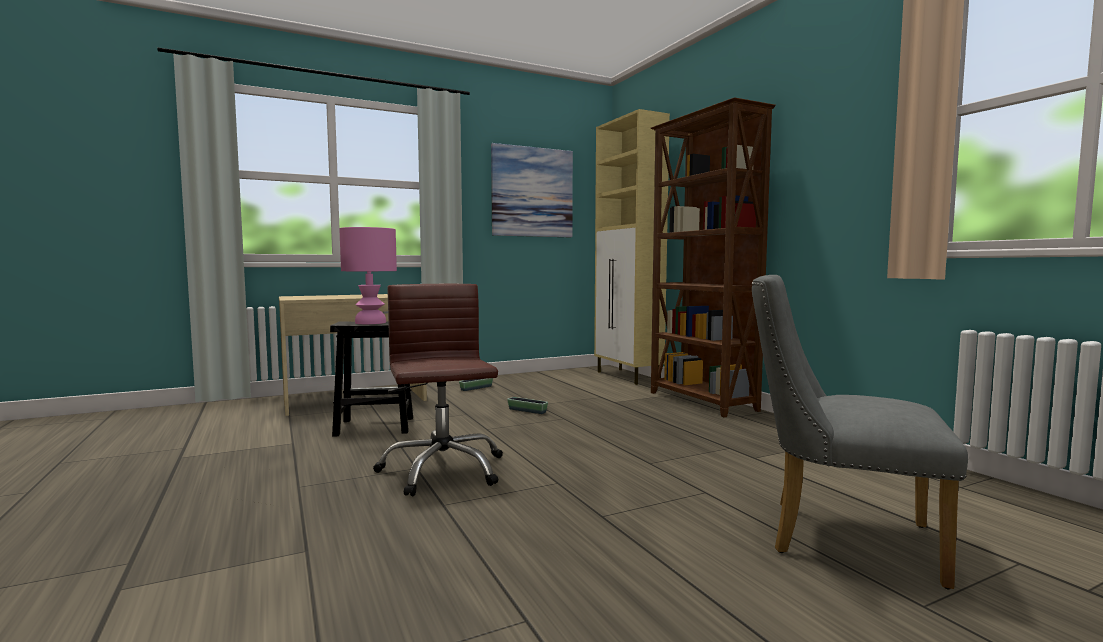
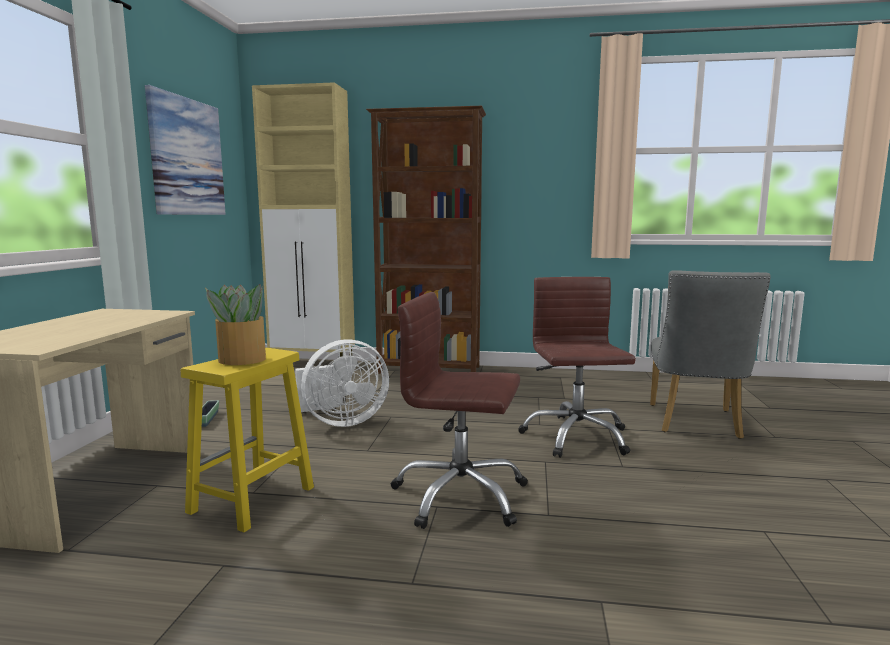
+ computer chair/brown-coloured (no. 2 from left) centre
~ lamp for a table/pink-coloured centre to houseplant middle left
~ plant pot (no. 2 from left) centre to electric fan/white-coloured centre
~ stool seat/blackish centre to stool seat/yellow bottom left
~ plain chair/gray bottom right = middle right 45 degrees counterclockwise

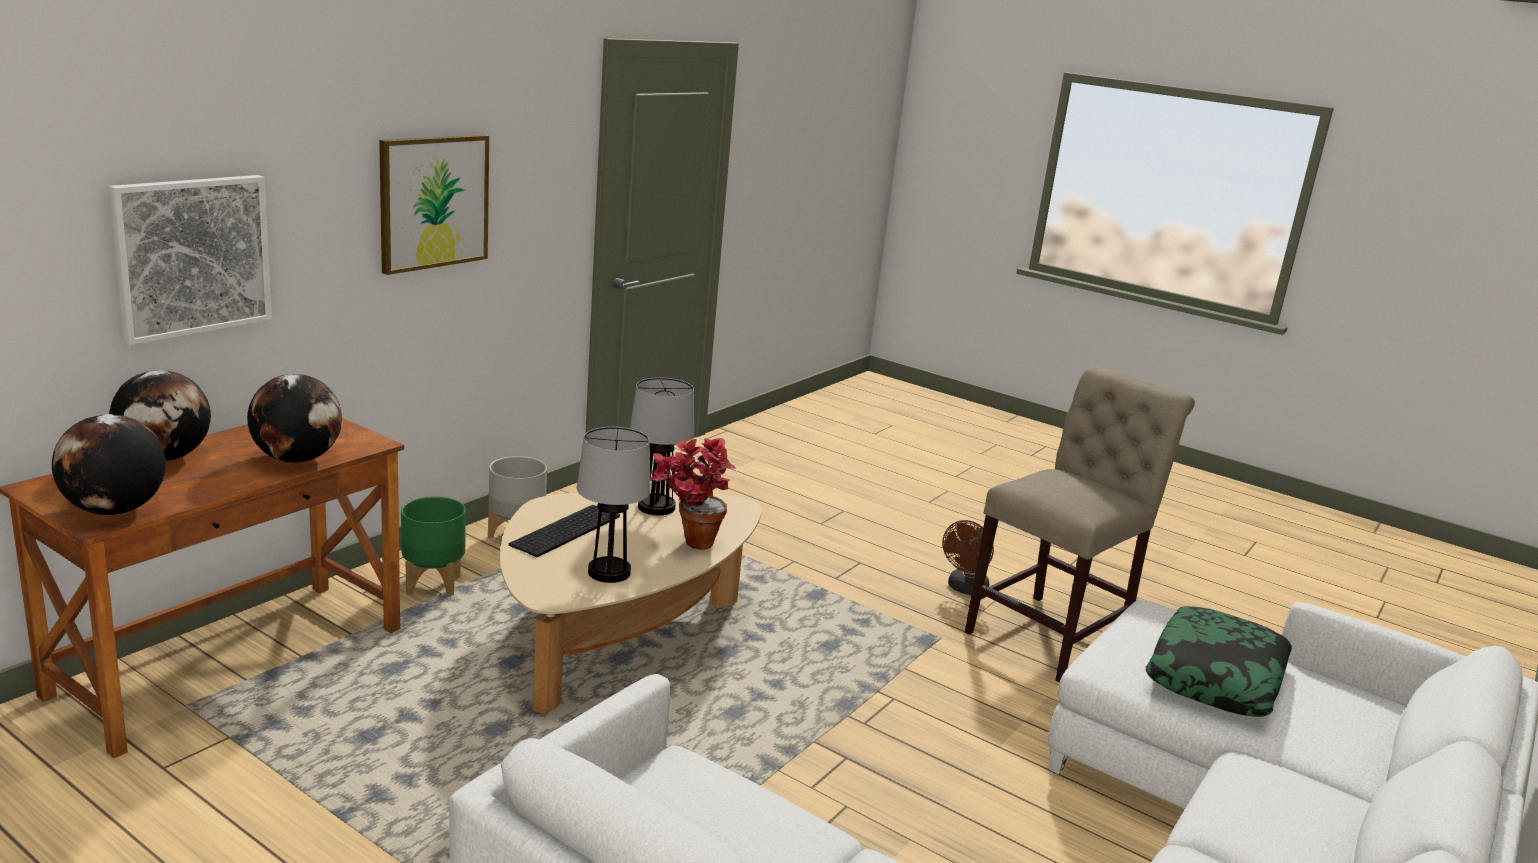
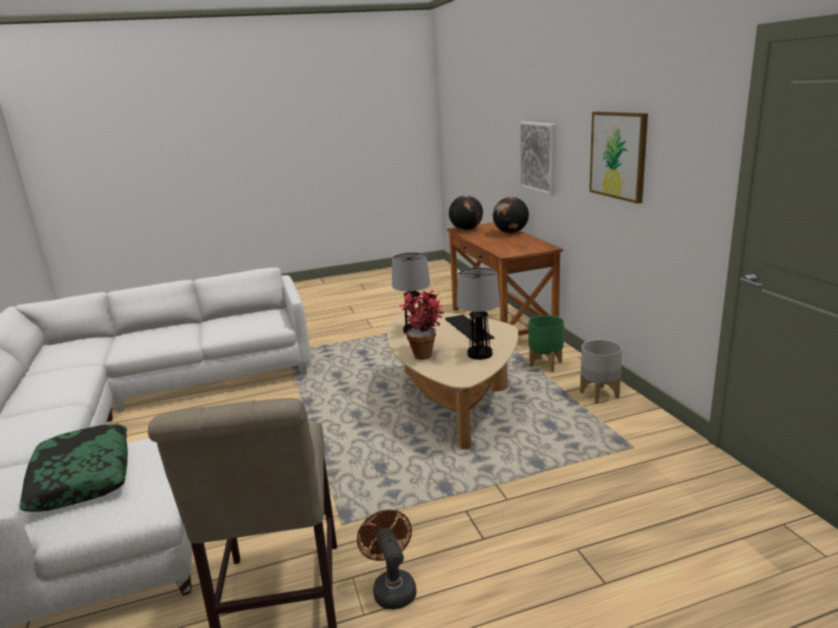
- globe (no. 3 from left) middle left

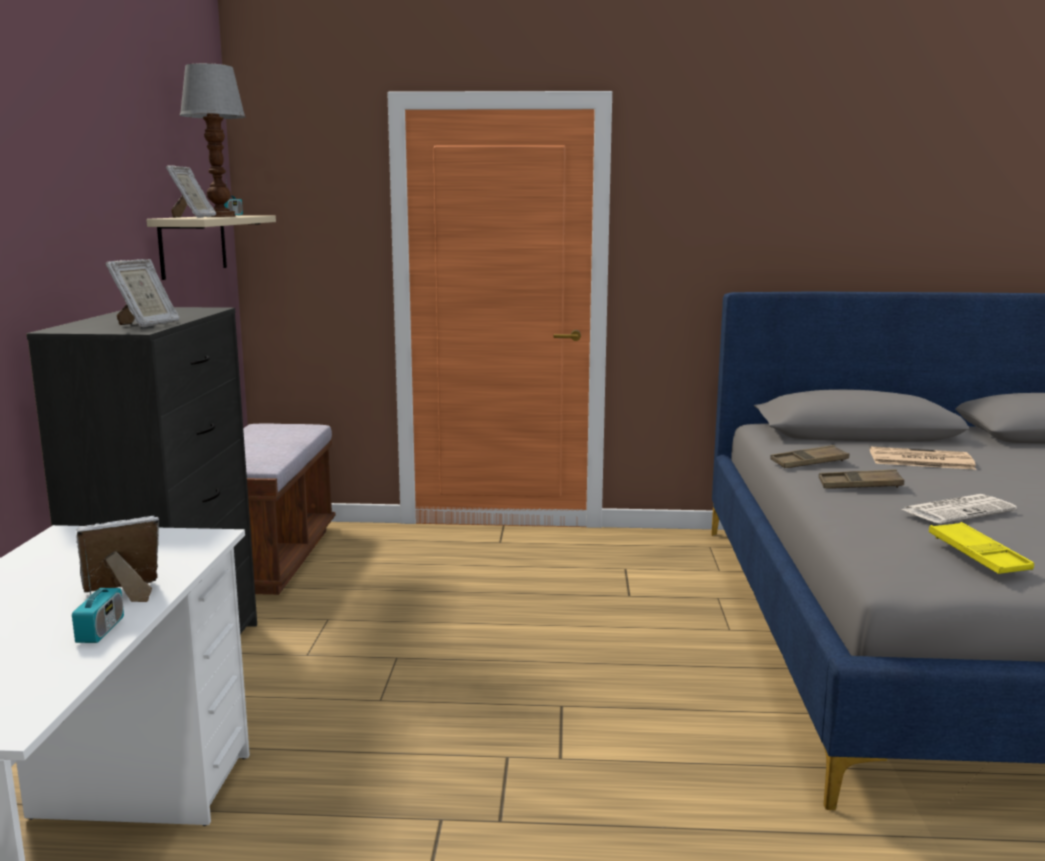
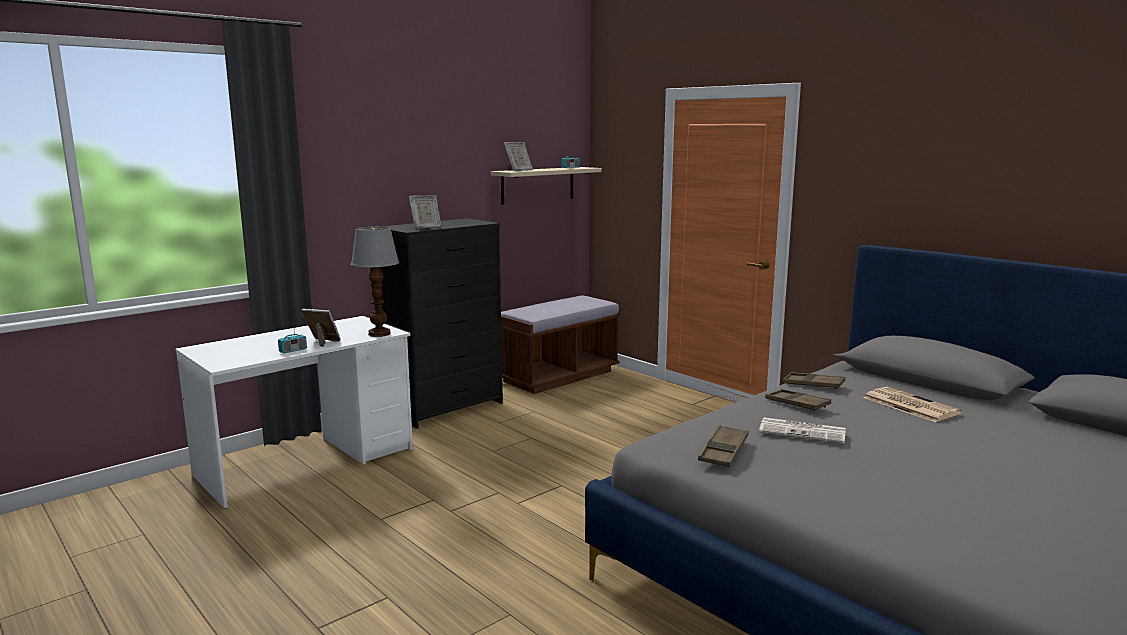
~ lamp for a table top left to middle left
~ carrying tray/yellow middle right to carrying tray/brown-coloured (no. 1 from left) bottom centre

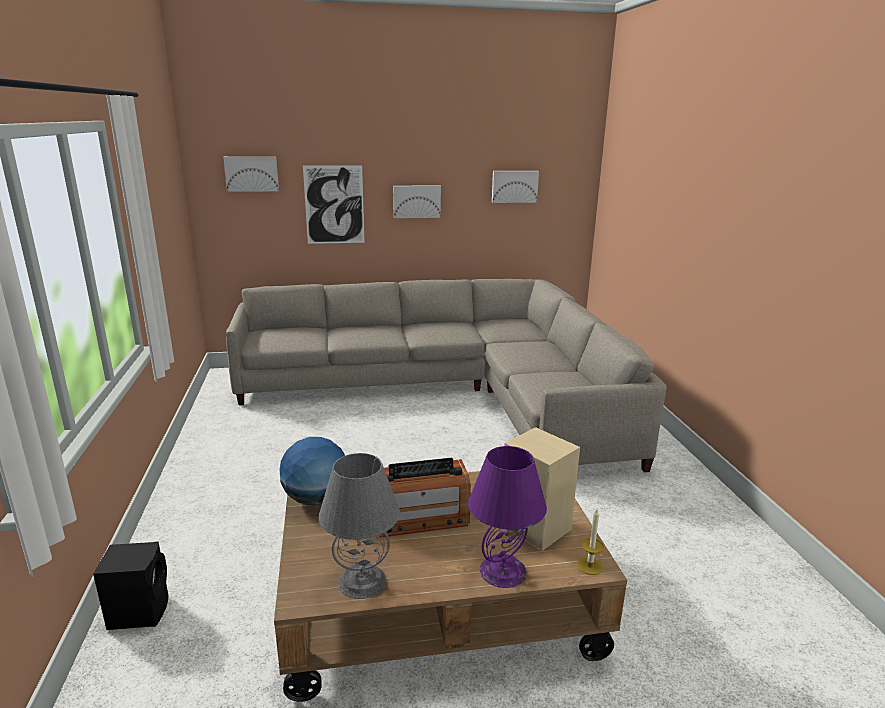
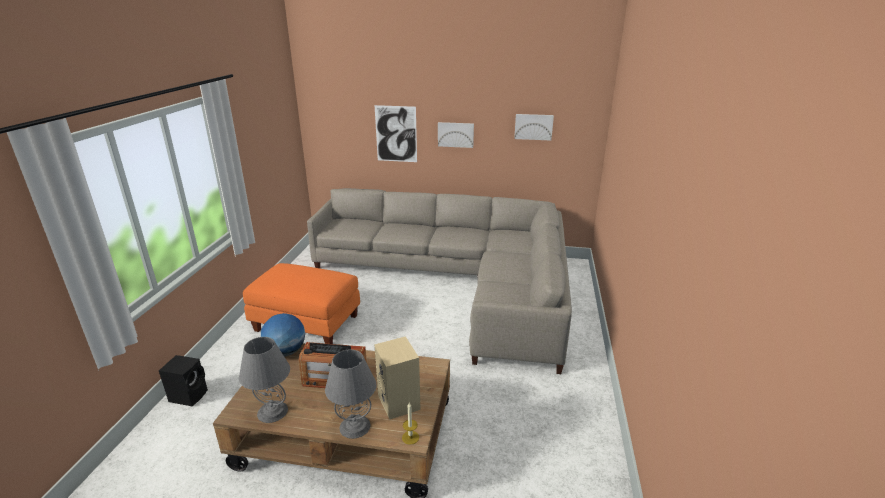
- wall picture (no. 1 from left) top left
+ ottoman/orangey centre
~ lamp for a table/purplish bottom centre to lamp for a table/gray (no. 2 from left) bottom centre

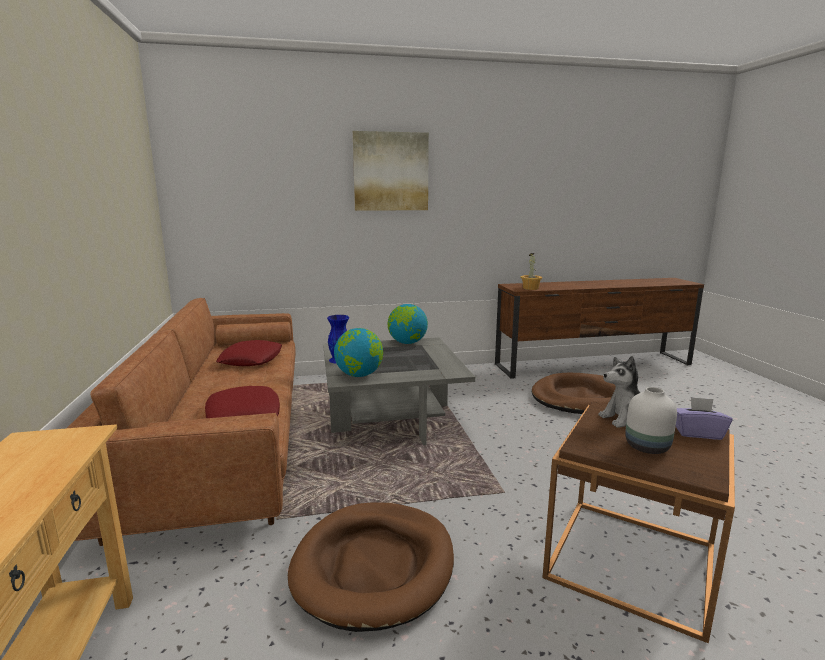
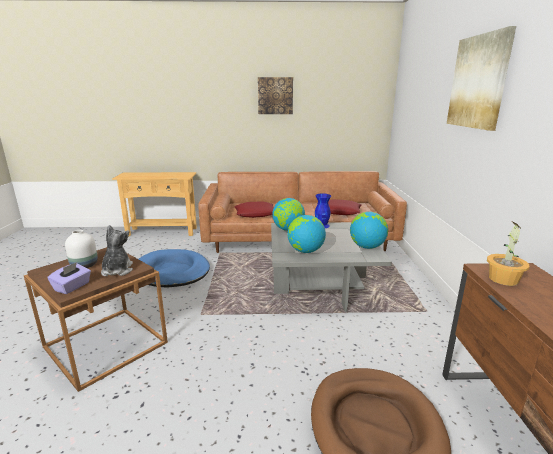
+ wall picture (no. 1 from left) top centre
+ globe (no. 2 from left) centre
~ pet bed/brown-coloured (no. 1 from left) bottom centre to pet bed/bluish middle left

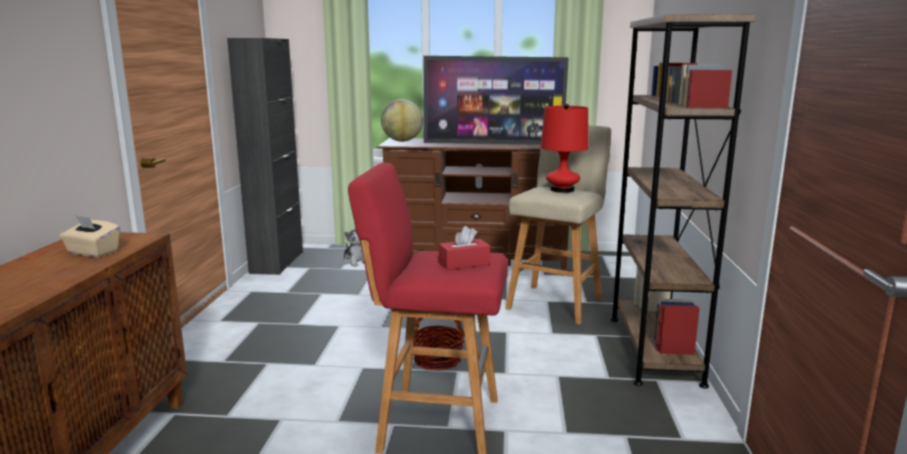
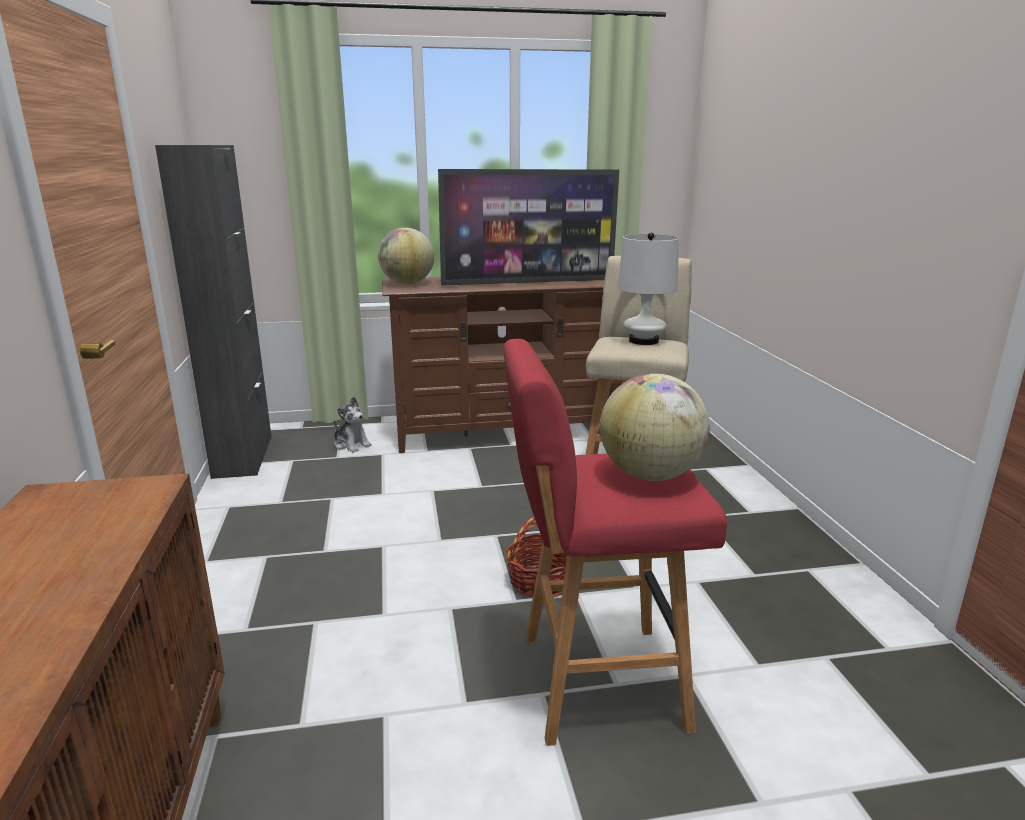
- box of tissues/sand-coloured middle left
- bookshelf/brown-coloured middle right
~ box of tissues/red centre to globe (no. 2 from left) centre
~ lamp for a table/red top centre to lamp for a table/white-coloured centre

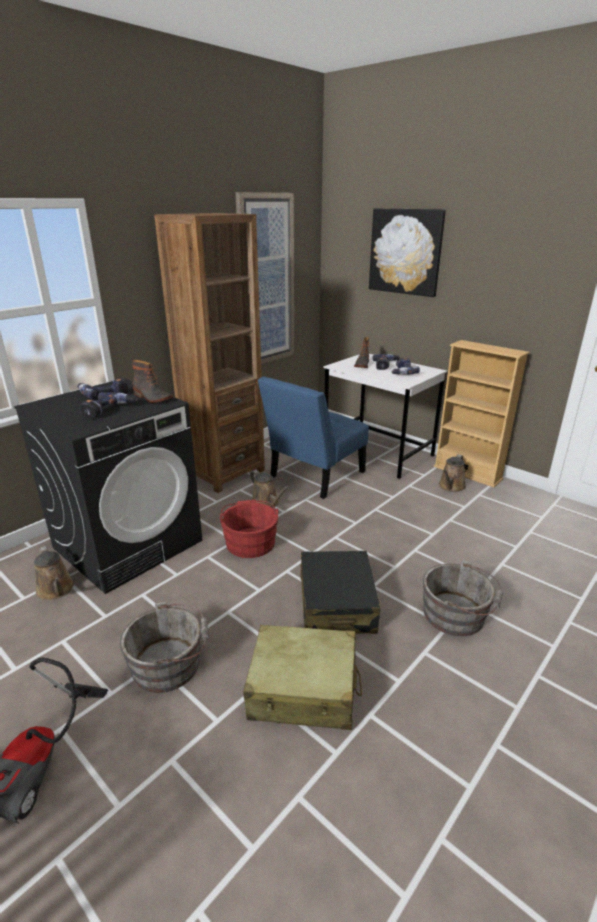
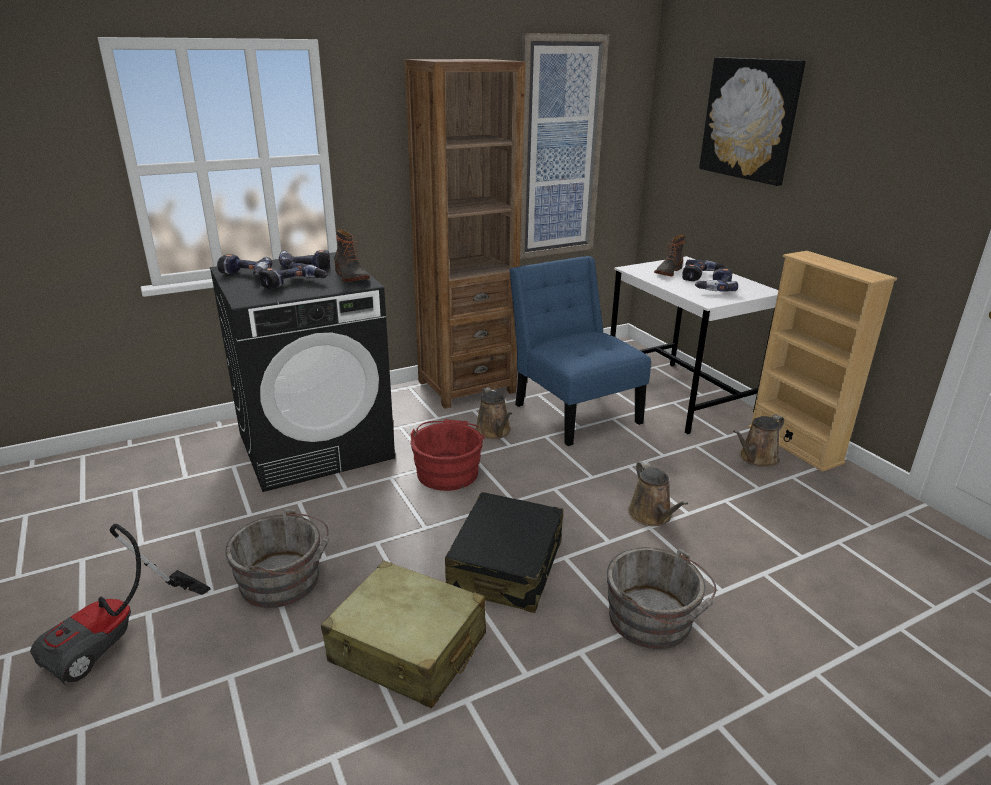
+ electric drill (no. 1 from left) middle left
~ sprinkling can/brown-coloured (no. 1 from left in the first image) middle left to sprinkling can/brown-coloured (no. 2 from left) centre
~ plain chair/bluish centre = centre 90 degrees clockwise

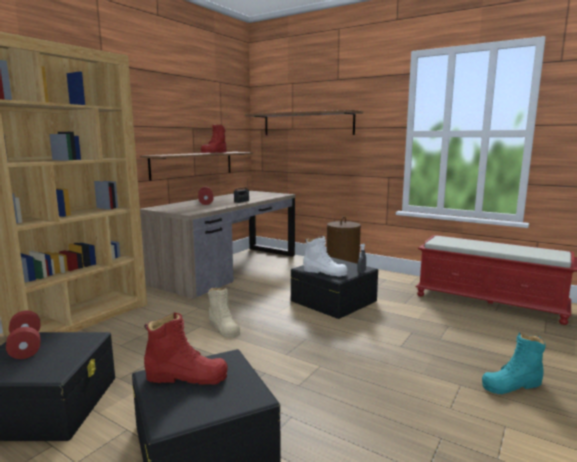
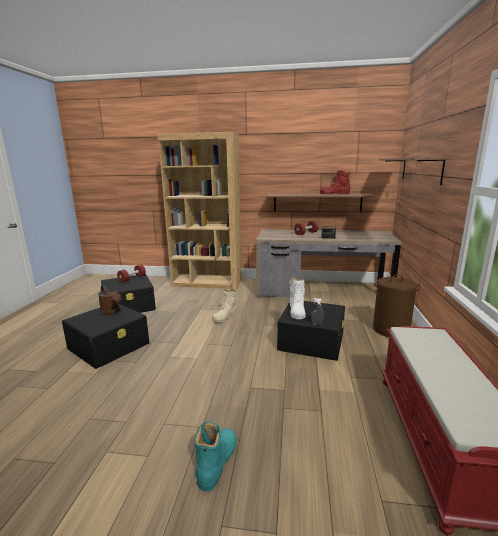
~ high-top boot/red (no. 1 from left) bottom left to sprinkling can/brown-coloured middle left
~ high-top boot/blue-green bottom right = bottom centre 60 degrees clockwise

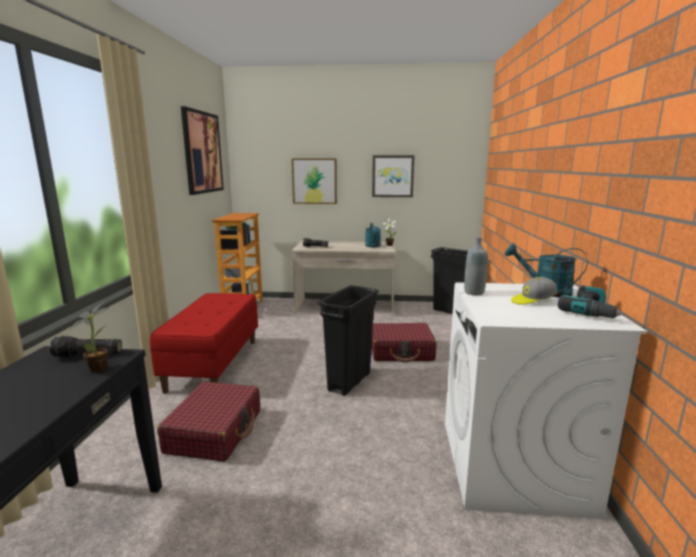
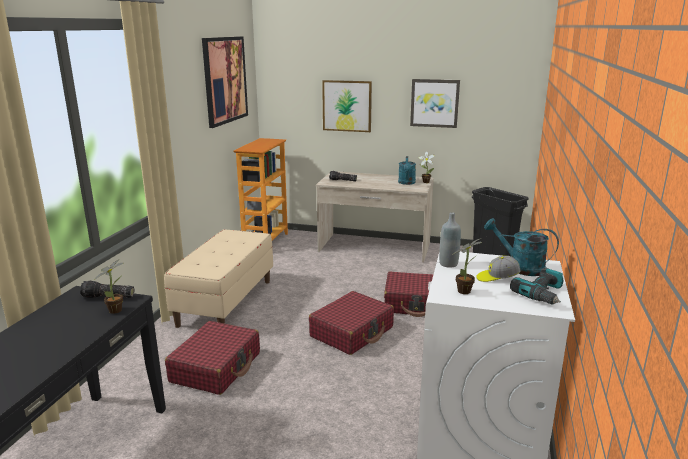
+ houseplant (no. 3 from left) middle right
~ waste bin/blackish (no. 1 from left) centre to suitcase/red (no. 2 from left) bottom centre
~ bench/red middle left to bench/sand-coloured middle left

